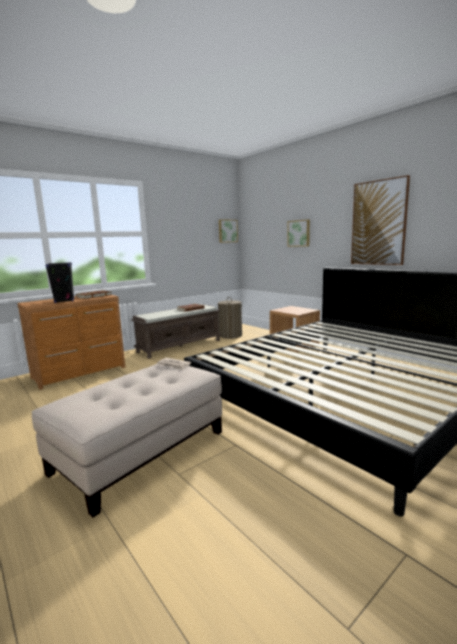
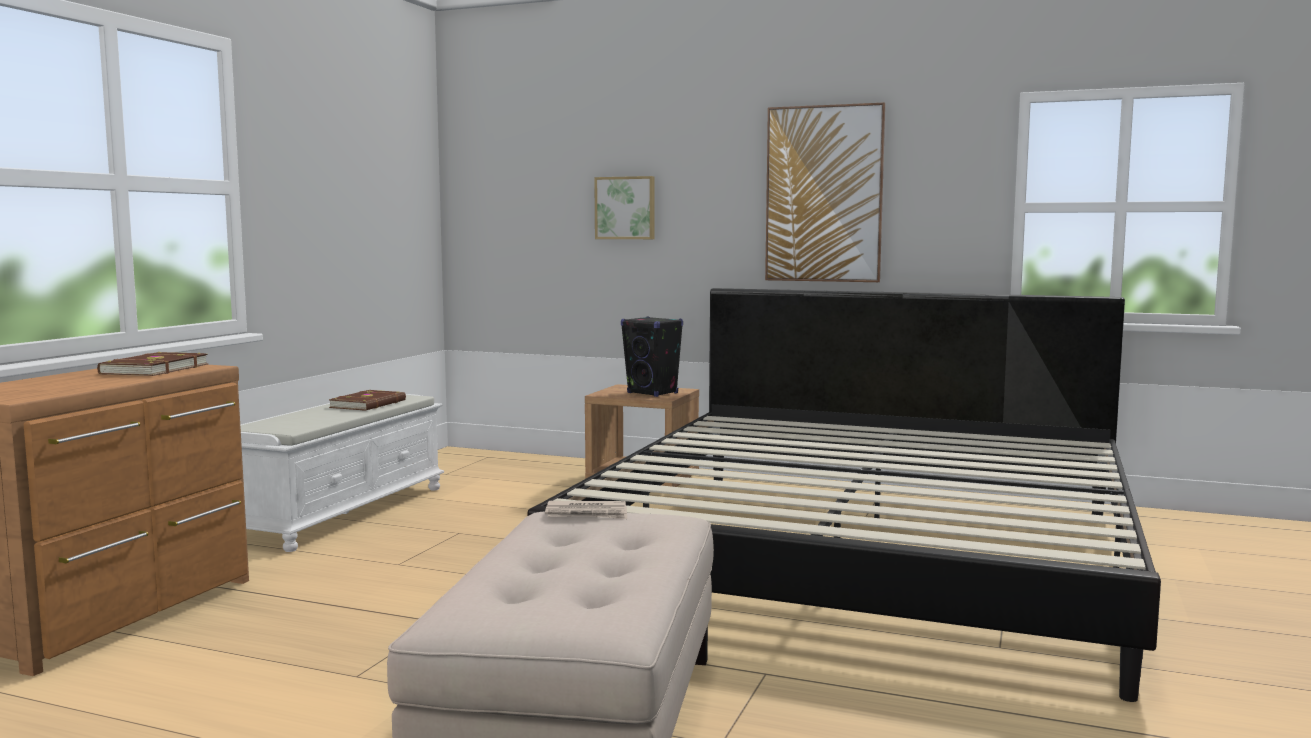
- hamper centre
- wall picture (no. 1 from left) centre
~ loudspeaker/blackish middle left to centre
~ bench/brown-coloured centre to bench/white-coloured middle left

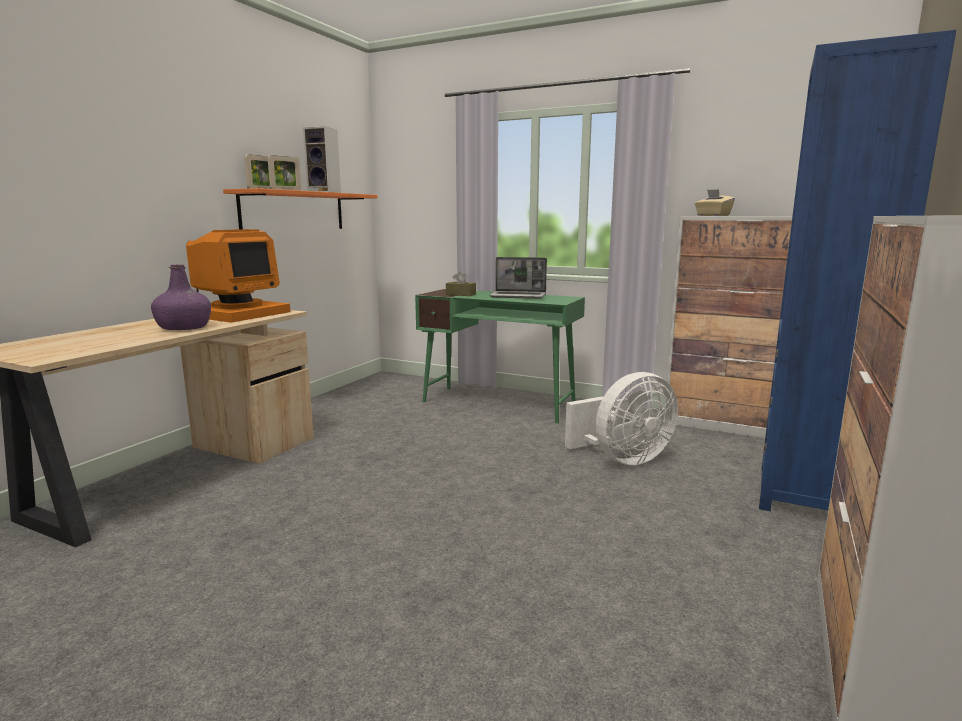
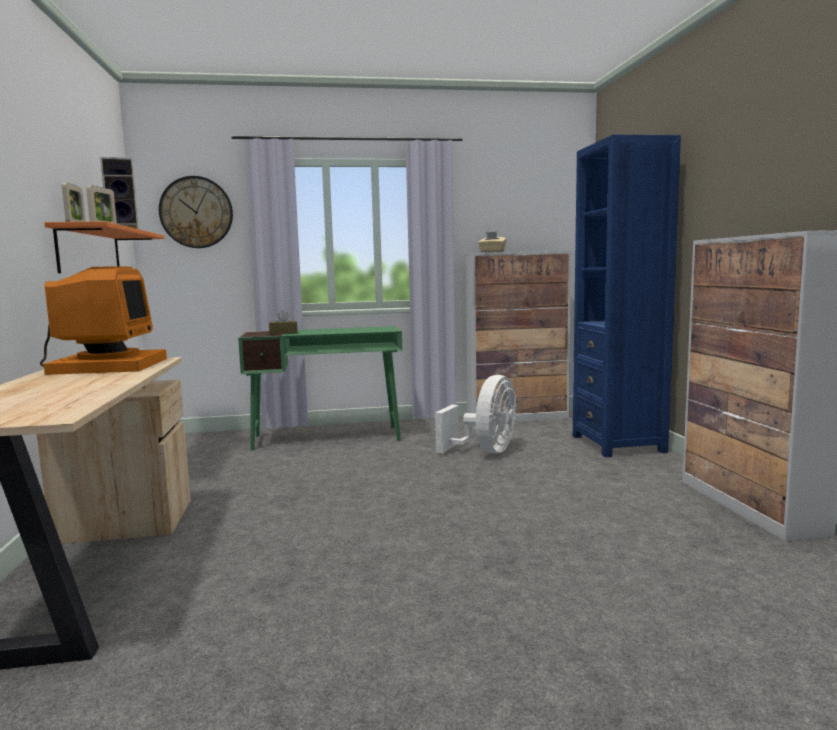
- drink bottle/purplish middle left
- portable computer centre
+ wall clock top left

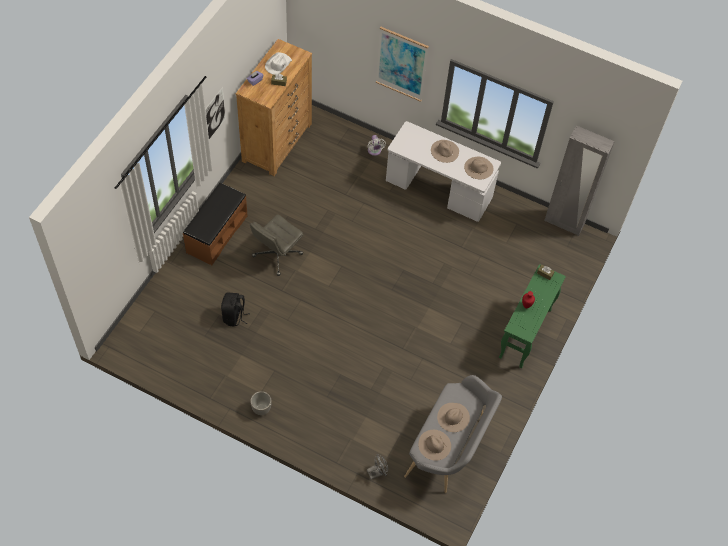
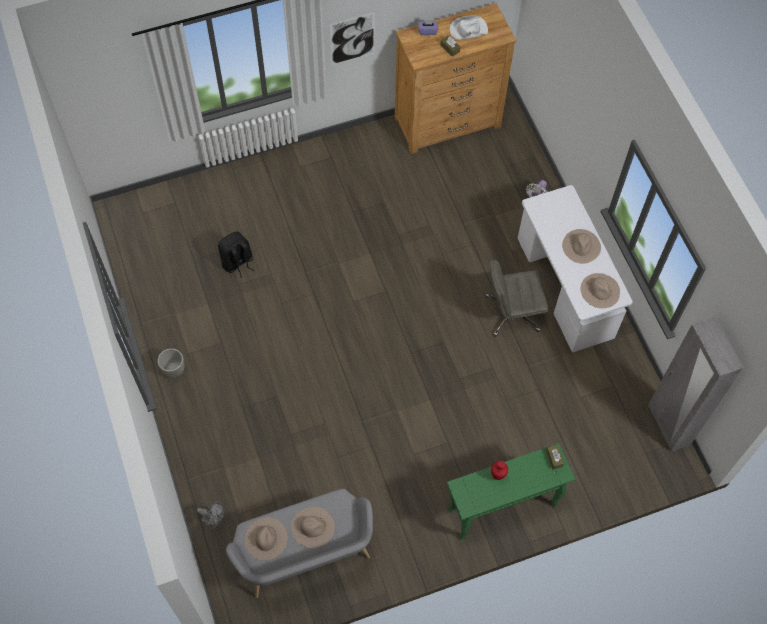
- bench/brown-coloured middle left
- wall picture (no. 2 from left) top centre
~ computer chair/gray centre to middle right

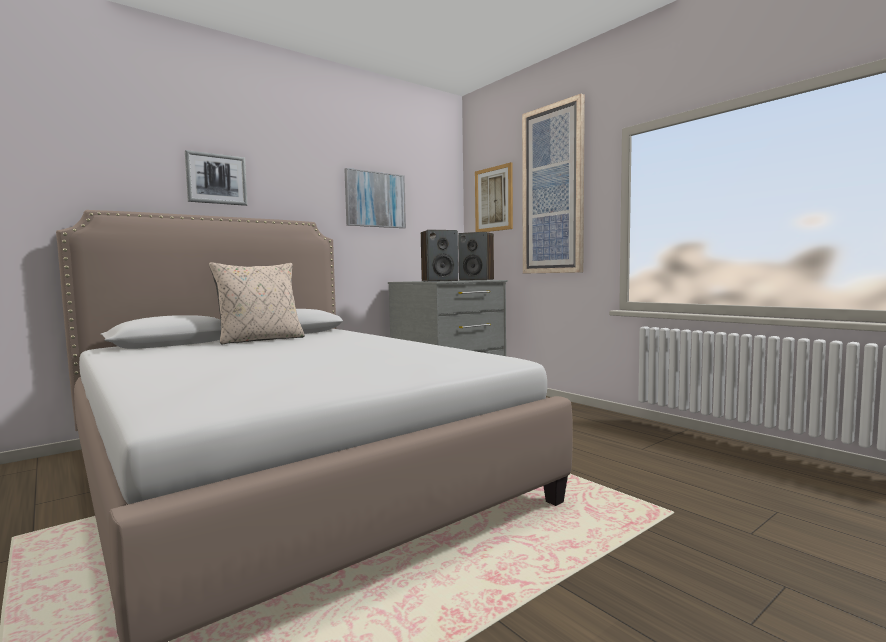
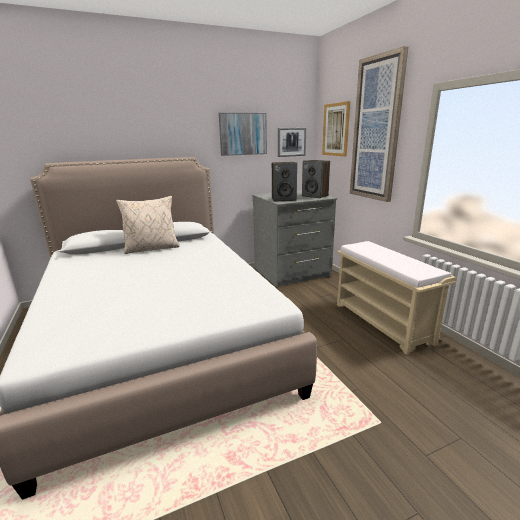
+ bench/sand-coloured middle right
~ wall picture (no. 1 from left in the first image) top left to wall picture (no. 2 from left) top centre

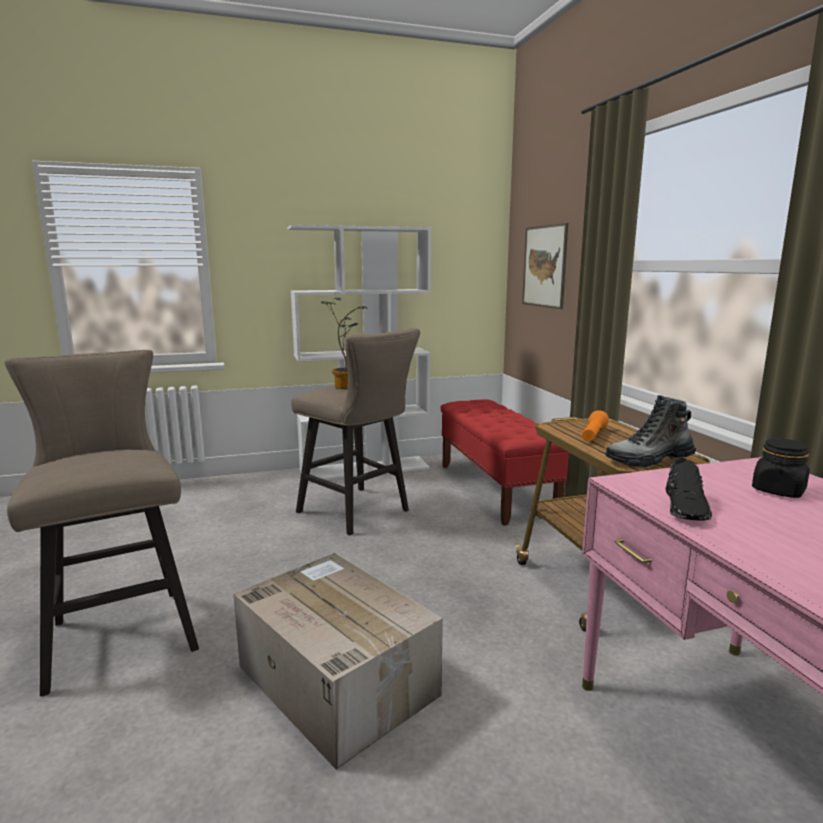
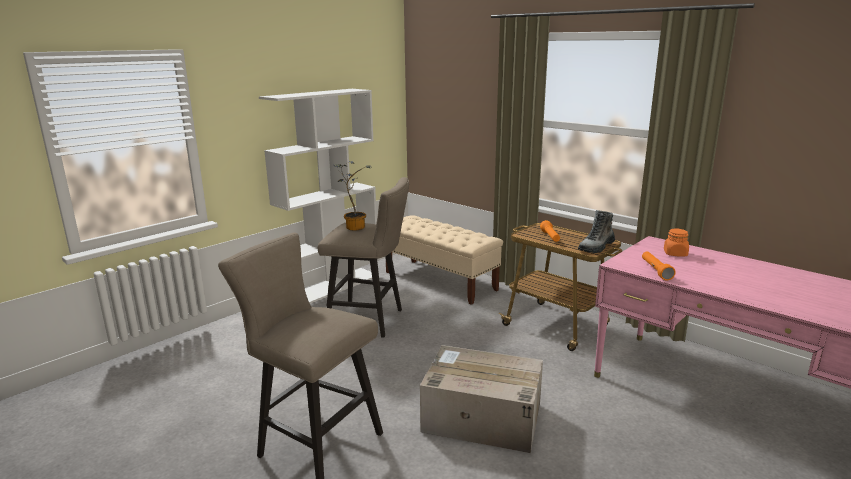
- wall picture top centre
~ item of footwear/blackish middle right to hand torch/orangey (no. 2 from left) middle right
~ bench/red centre to bench/sand-coloured centre
~ preserve jar/blackish middle right to preserve jar/orangey middle right

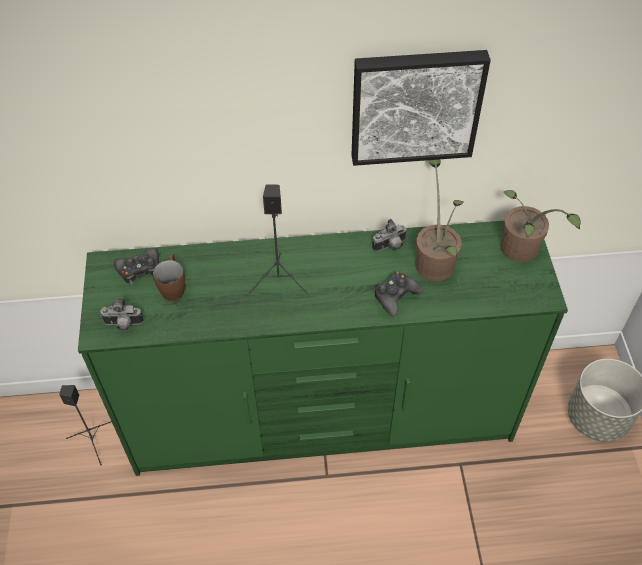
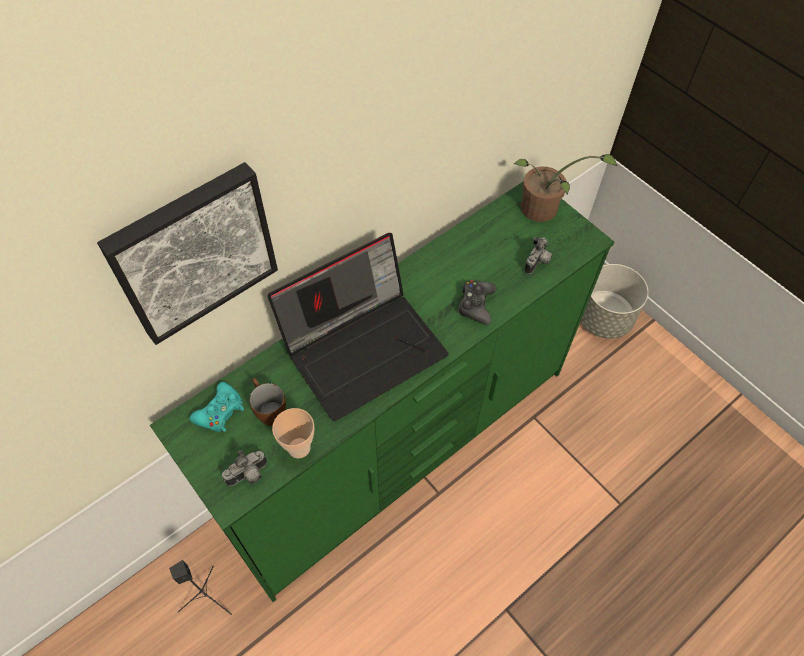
- houseplant (no. 1 from left) middle right
+ cup centre
~ wall picture top centre to middle left
~ still camera (no. 2 from left) centre to middle right
~ loudspeaker/blackish (no. 2 from left) centre to portable computer centre
~ gamepad/blackish (no. 1 from left) middle left to gamepad/blue-green middle left

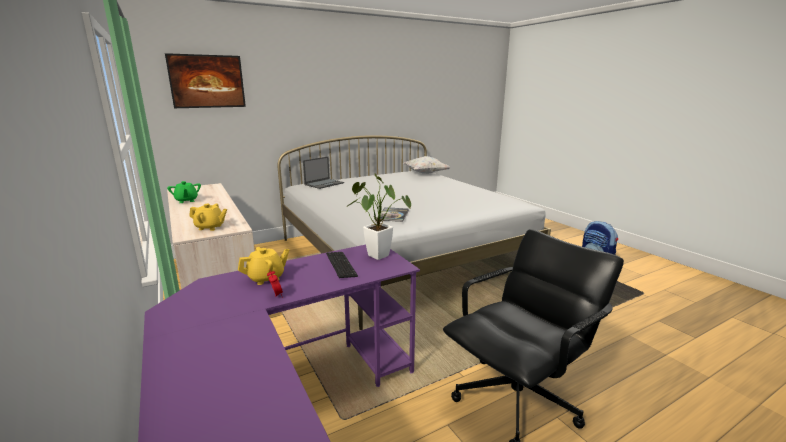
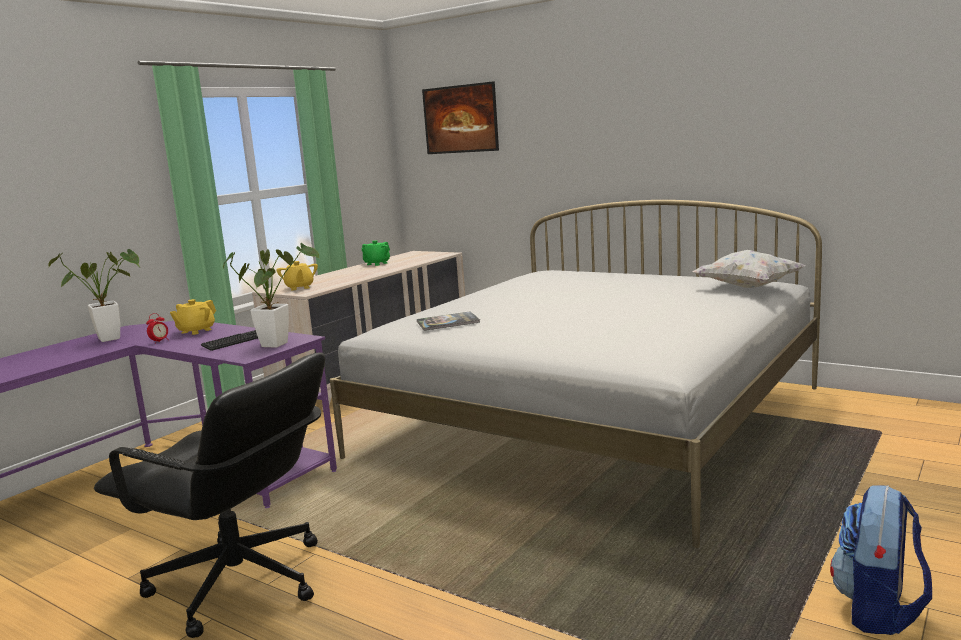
- portable computer centre
+ houseplant (no. 1 from left) middle left
~ tea pot/yellow (no. 2 from left in the first image) centre = middle left 90 degrees clockwise

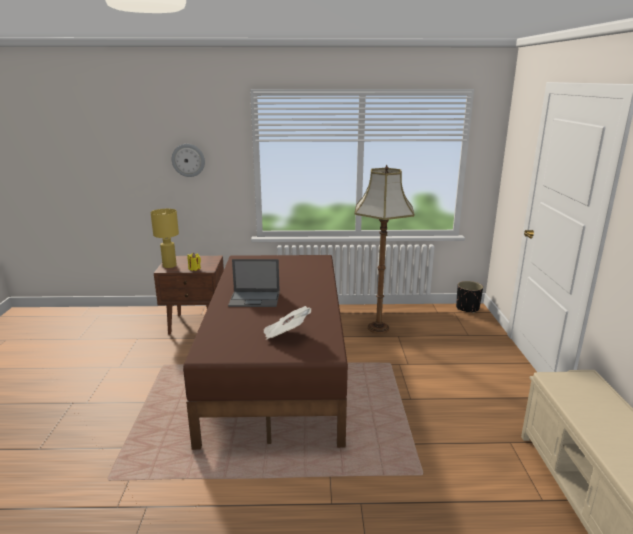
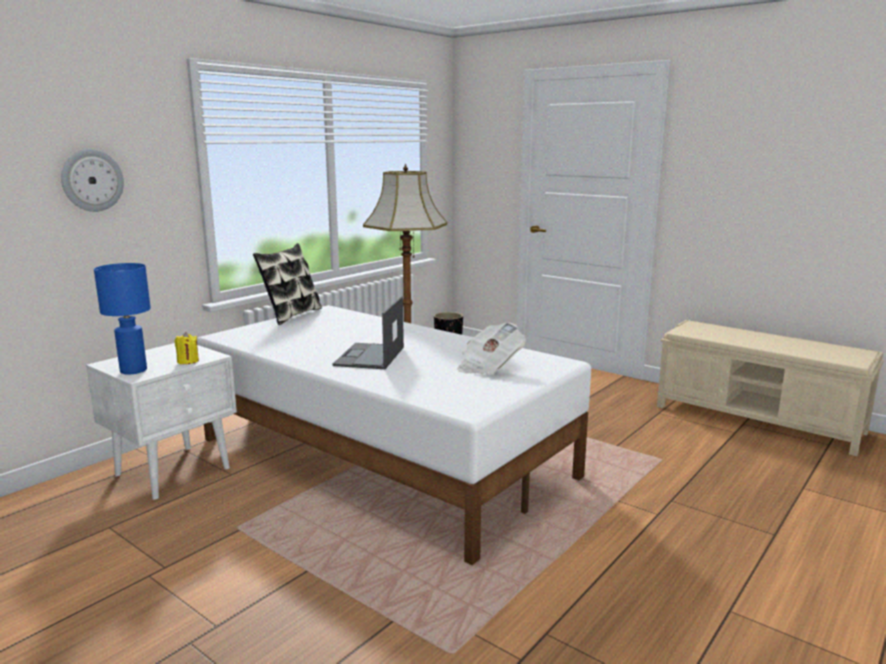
+ cushion middle left
~ lamp for a table/yellow middle left to lamp for a table/bluish middle left
~ night table/brown-coloured middle left to night table/white-coloured middle left
~ sleeping bed/brown-coloured centre to sleeping bed/white-coloured centre
~ portable computer centre = centre 150 degrees clockwise

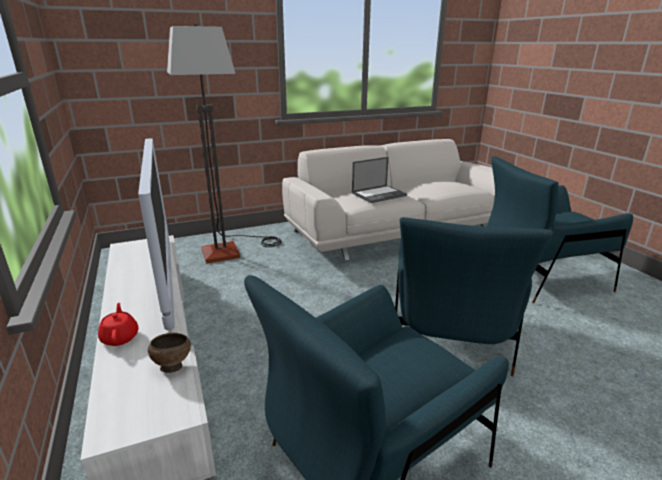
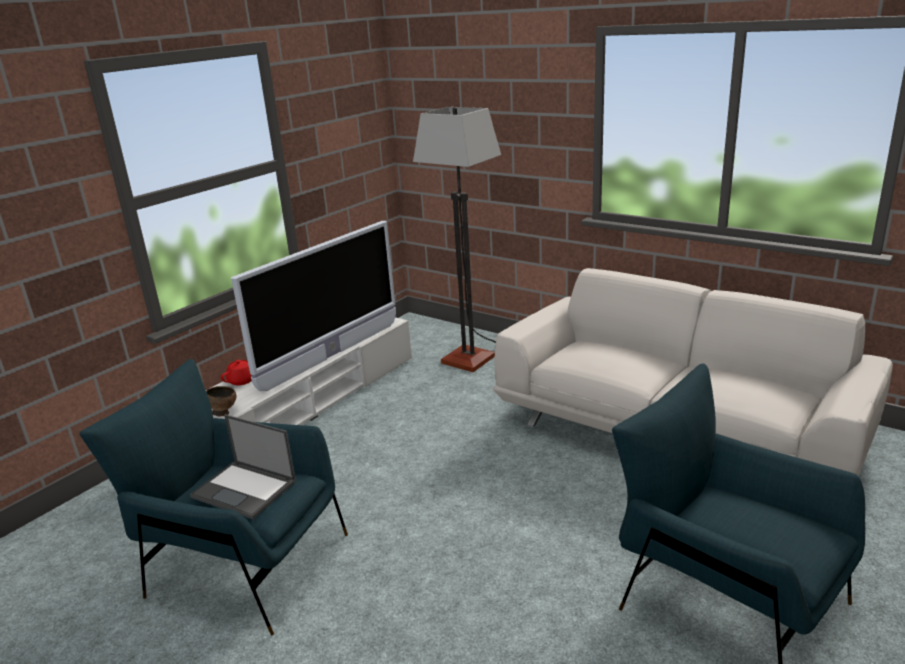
- lounge chair/bluish (no. 2 from left) middle right
~ portable computer centre to bottom left

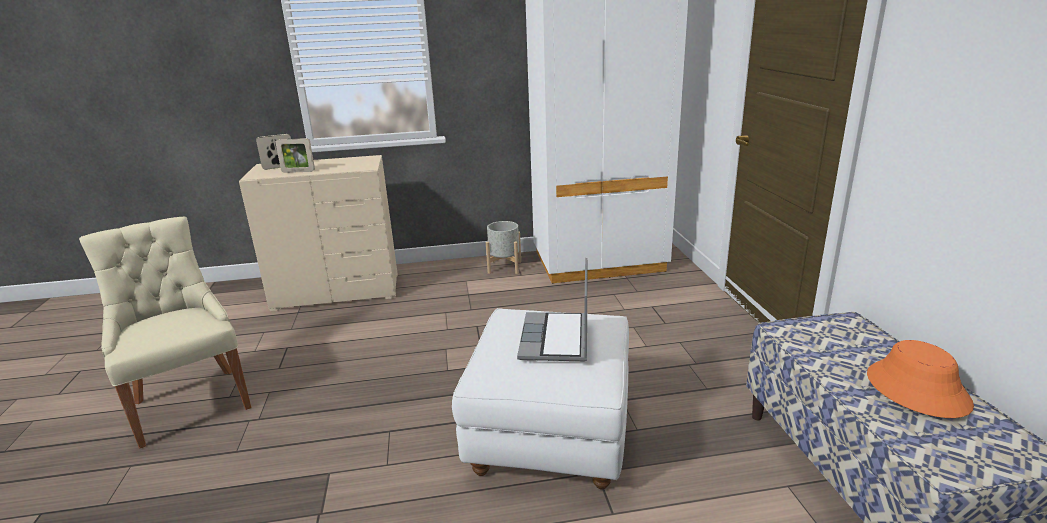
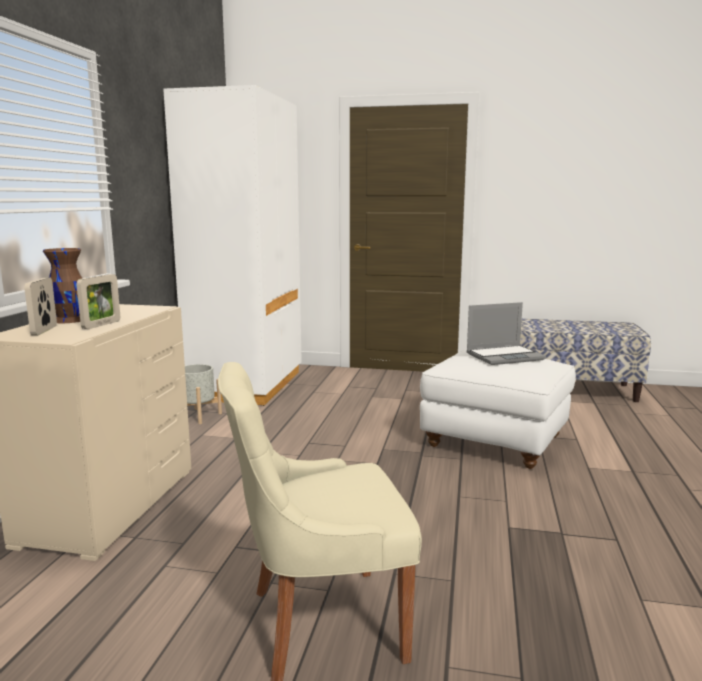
- clothing hat/orangey bottom right
+ decorative vase/brown-coloured middle left
~ portable computer centre = middle right 45 degrees counterclockwise

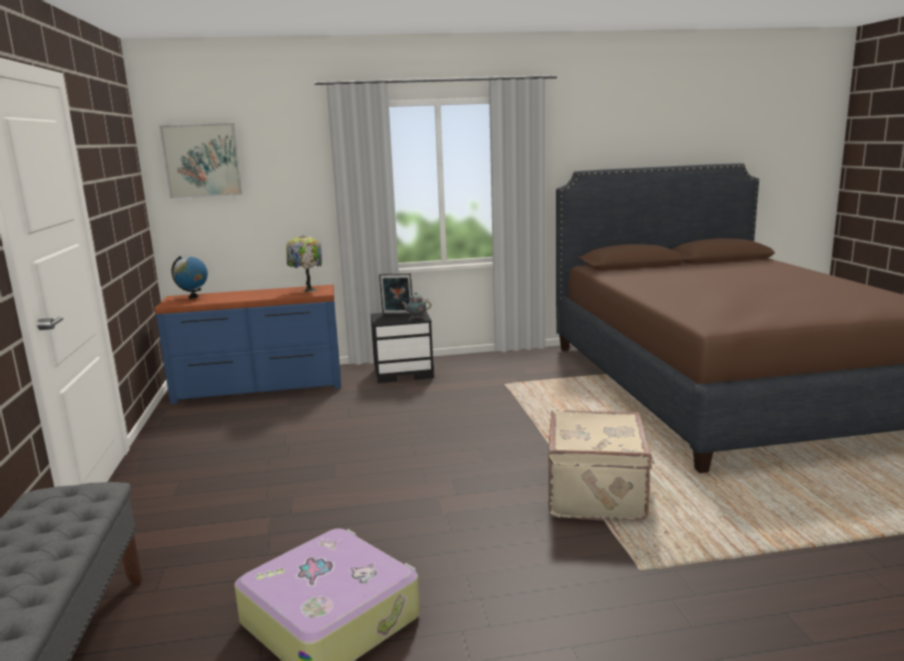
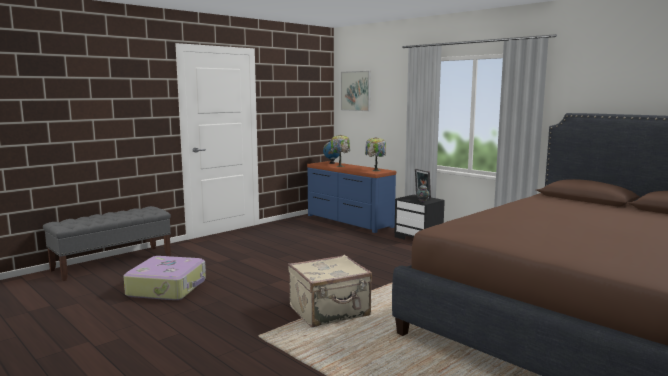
+ lamp for a table (no. 1 from left) centre

